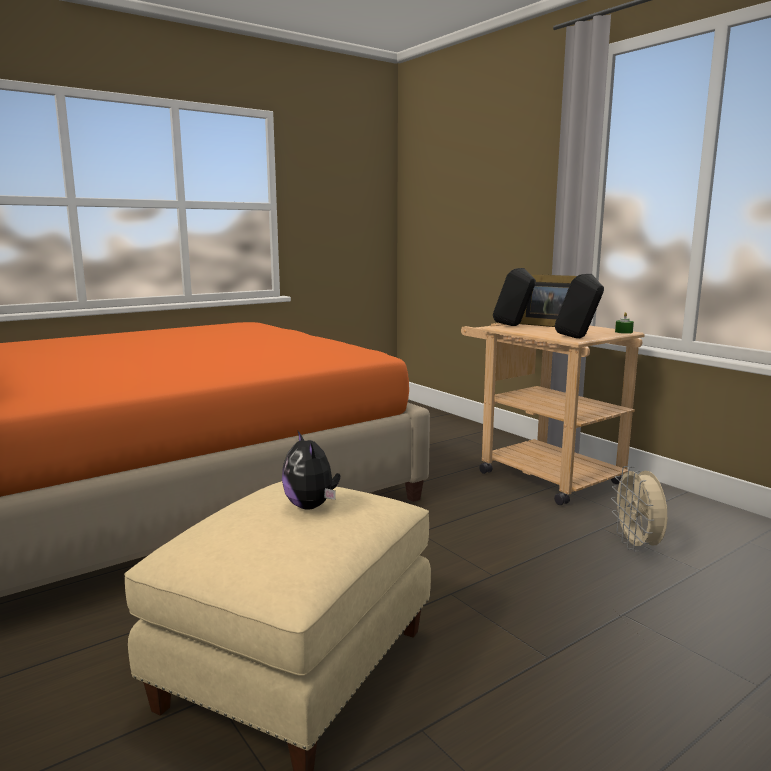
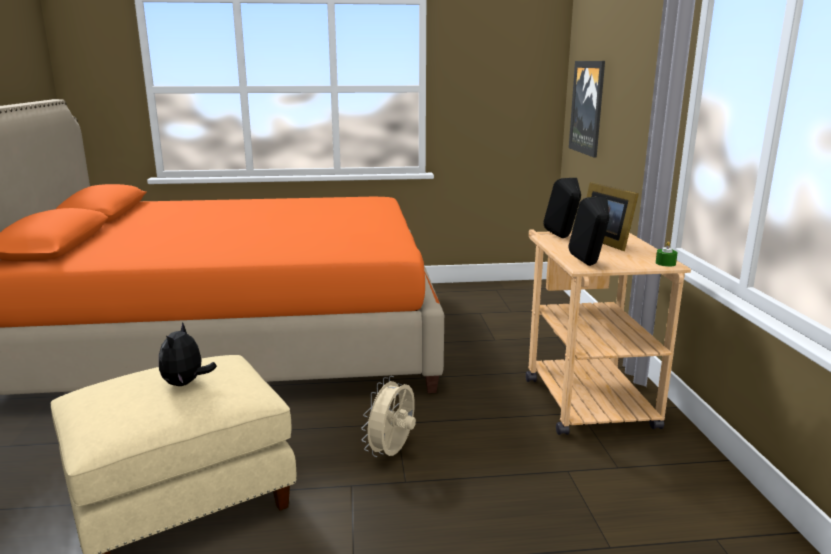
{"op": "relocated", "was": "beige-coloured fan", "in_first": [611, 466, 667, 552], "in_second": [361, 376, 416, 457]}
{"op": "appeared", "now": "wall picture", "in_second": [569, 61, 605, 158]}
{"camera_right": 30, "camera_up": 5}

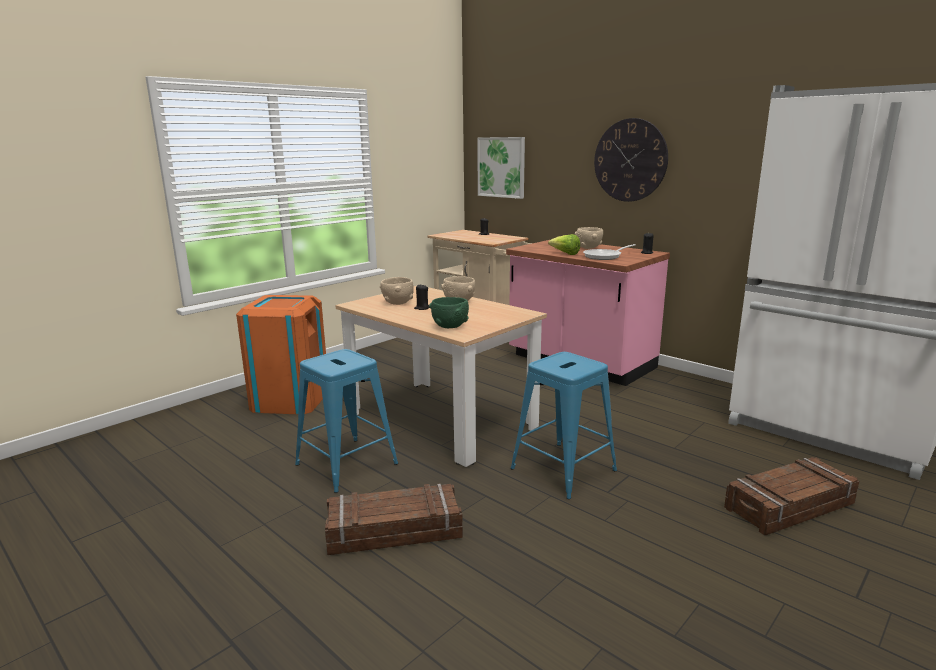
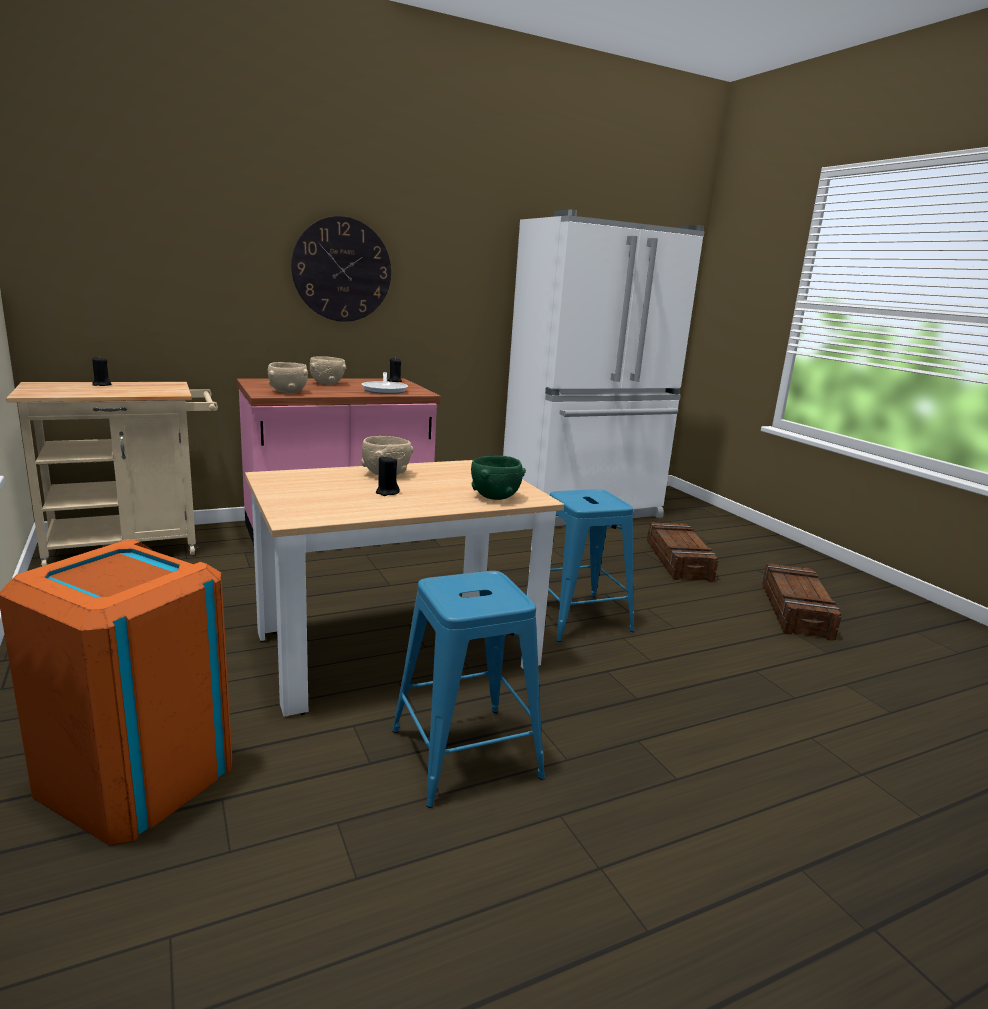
{"op": "relocated", "was": "crate", "in_first": [325, 483, 463, 555], "in_second": [762, 563, 841, 641]}
{"op": "relocated", "was": "beige-coloured serving bowl", "in_first": [380, 277, 414, 305], "in_second": [268, 362, 308, 393]}
{"op": "missing", "was": "wall picture", "in_first": [477, 137, 525, 199]}
{"op": "missing", "was": "lettuce head", "in_first": [548, 234, 580, 255]}
{"camera_right": -70, "camera_up": 0}

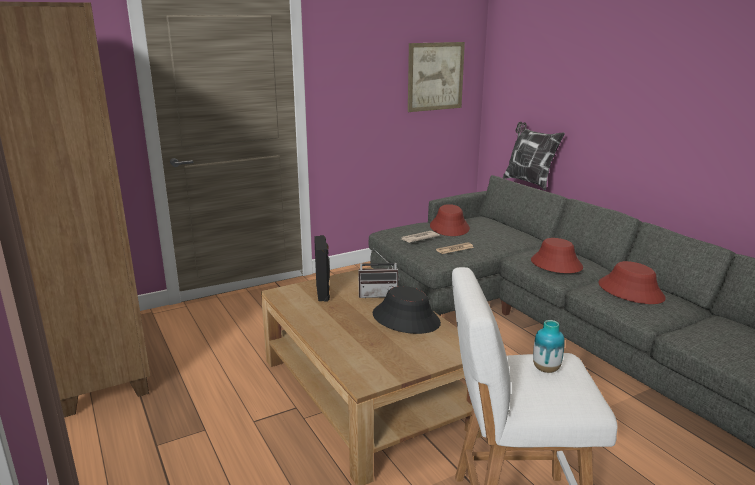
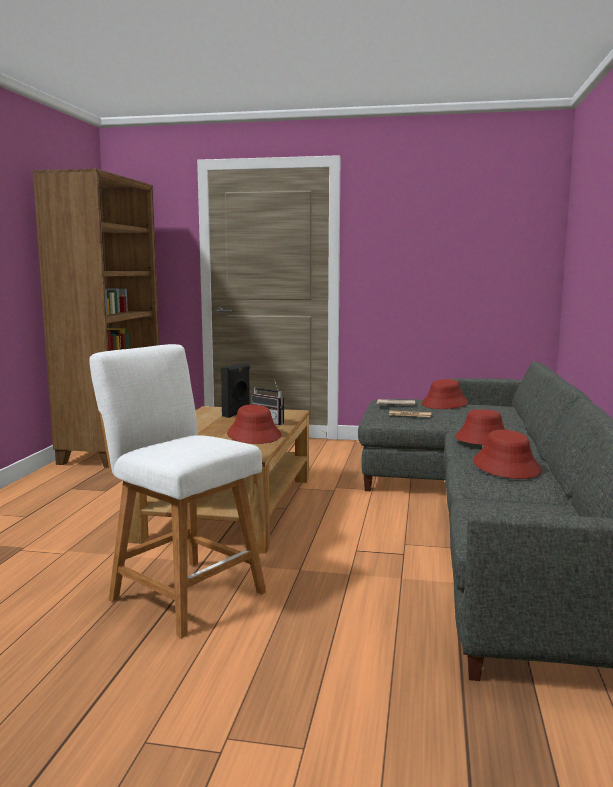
{"op": "colour", "was": "blackish hat", "now": "red hat", "in_first": [373, 286, 441, 334], "in_second": [227, 405, 282, 444]}
{"op": "missing", "was": "wall picture", "in_first": [408, 42, 465, 112]}
{"op": "missing", "was": "throw pillow", "in_first": [503, 122, 565, 190]}
{"op": "missing", "was": "vase", "in_first": [533, 320, 565, 373]}
{"camera_right": 40, "camera_up": -10}

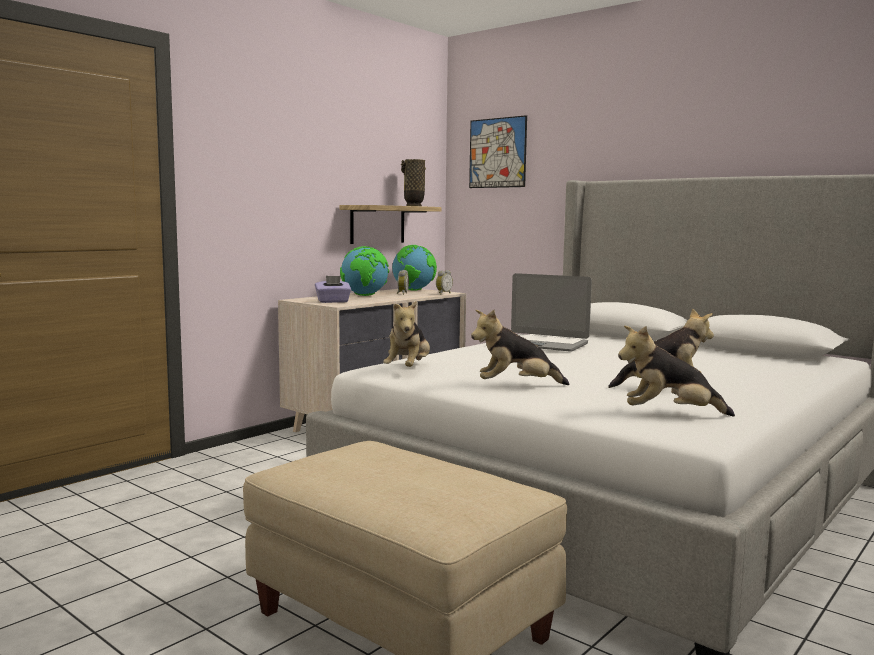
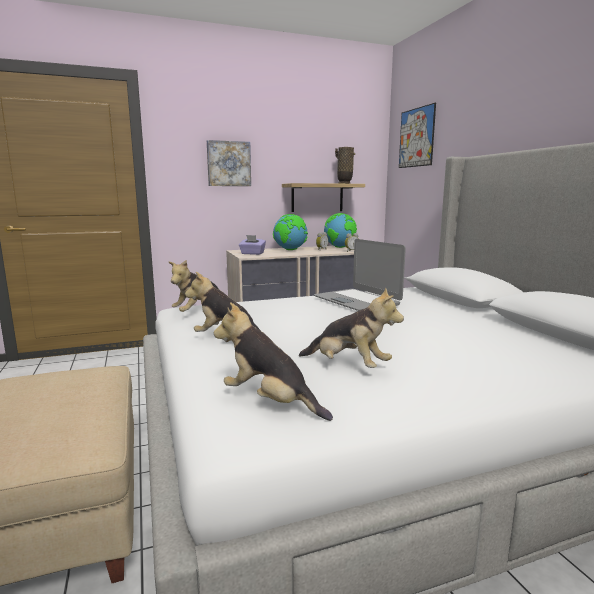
{"op": "appeared", "now": "wall picture", "in_second": [207, 140, 251, 186]}
{"camera_right": 30, "camera_up": 5}

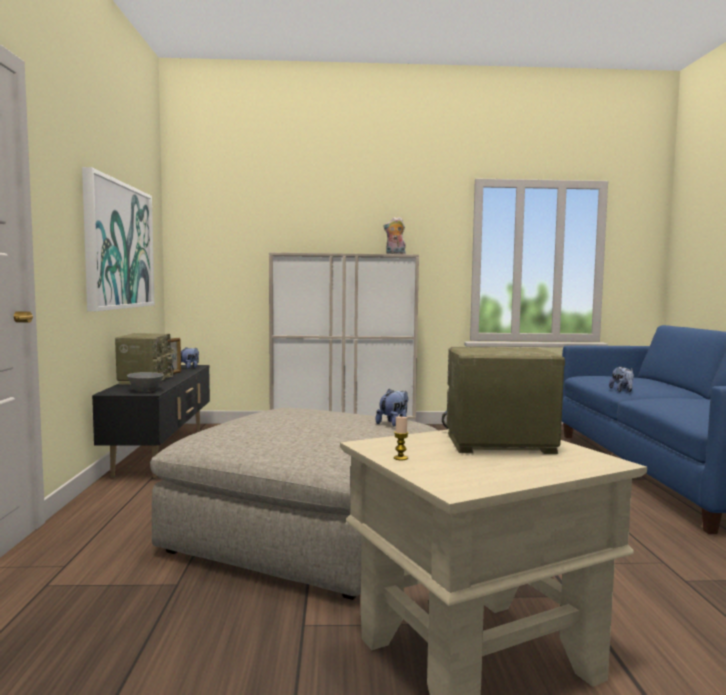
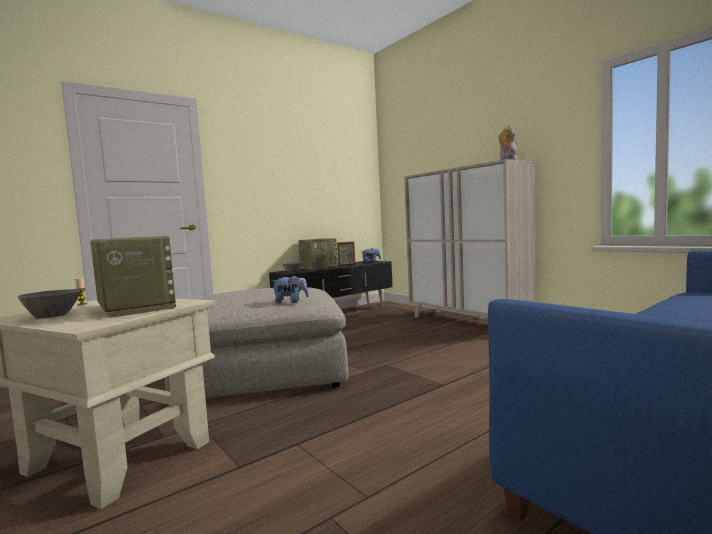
{"op": "missing", "was": "wall picture", "in_first": [82, 167, 155, 311]}
{"op": "missing", "was": "cuddly toy", "in_first": [609, 367, 634, 392]}
{"op": "appeared", "now": "grey serving bowl", "in_second": [18, 289, 81, 319]}
{"camera_right": 55, "camera_up": 0}

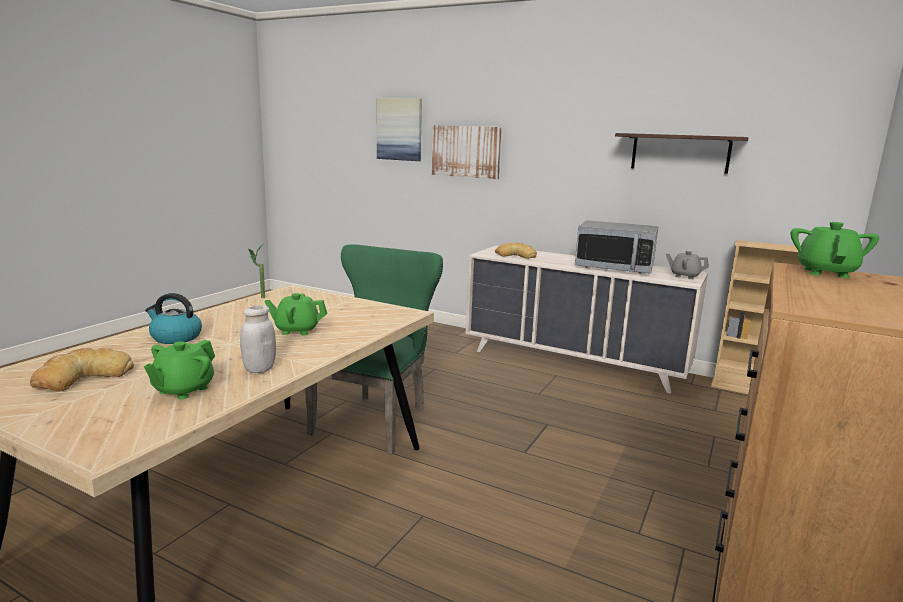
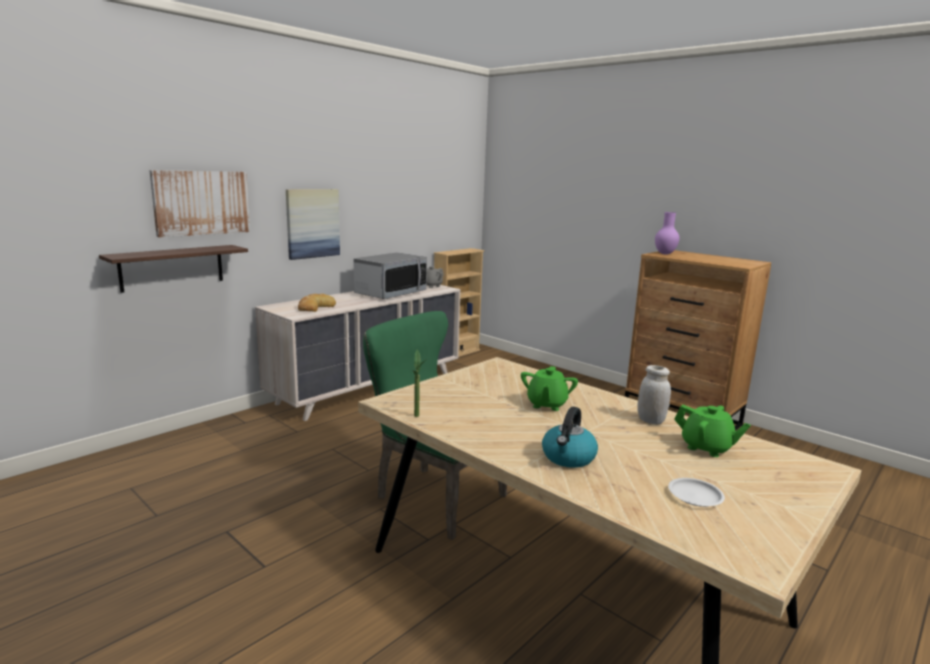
{"op": "exchanged", "was": "baked bread", "now": "white dinner plate", "in_first": [30, 347, 134, 392], "in_second": [668, 478, 725, 507]}
{"op": "relocated", "was": "wall picture", "in_first": [377, 98, 422, 161], "in_second": [286, 189, 340, 260]}
{"op": "relocated", "was": "shelf", "in_first": [615, 133, 748, 174], "in_second": [99, 245, 248, 293]}
{"op": "exchanged", "was": "green pot for tea", "now": "purple-coloured vase", "in_first": [790, 222, 879, 278], "in_second": [655, 212, 679, 254]}
{"camera_right": -75, "camera_up": 0}

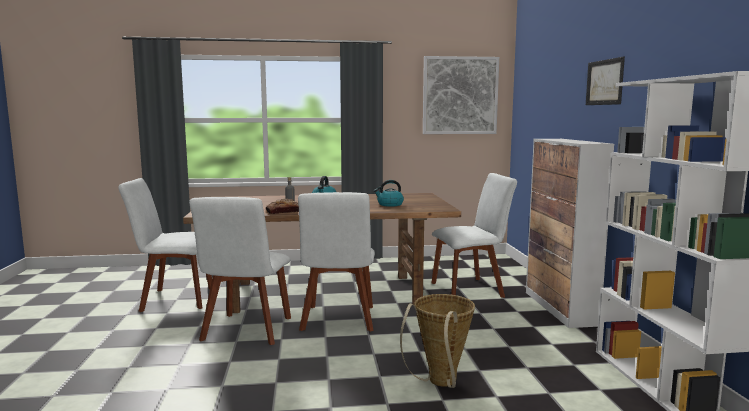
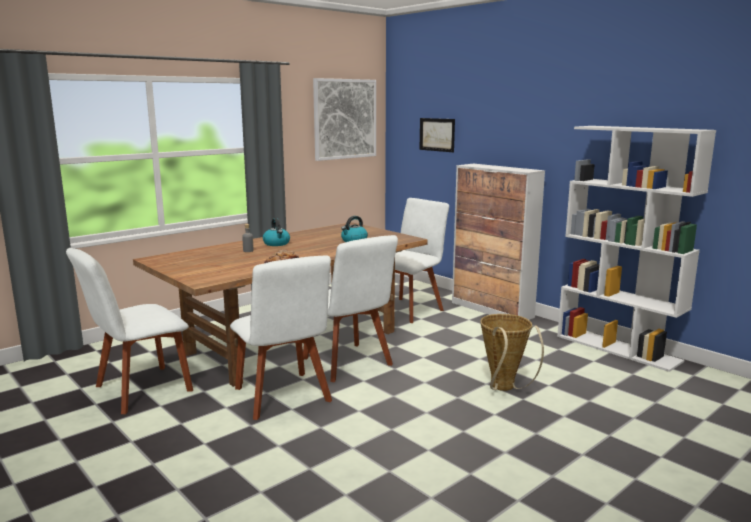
{"op": "relocated", "was": "wall picture", "in_first": [586, 57, 625, 105], "in_second": [419, 118, 455, 152]}
{"camera_right": -35, "camera_up": 5}

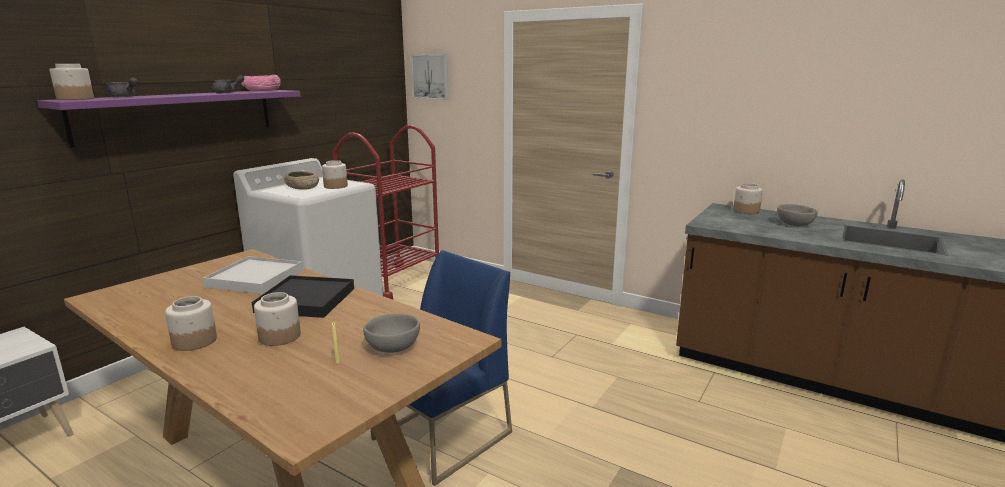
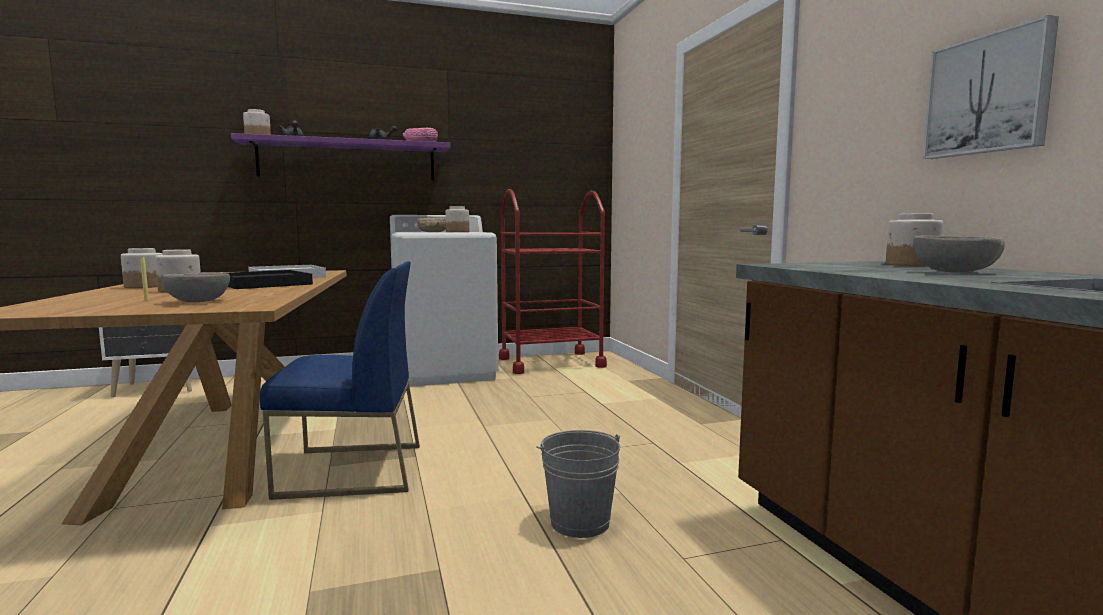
{"op": "relocated", "was": "wall picture", "in_first": [411, 55, 449, 100], "in_second": [923, 15, 1059, 159]}
{"op": "appeared", "now": "grey water bucket", "in_second": [536, 430, 620, 538]}
{"camera_right": 40, "camera_up": -10}

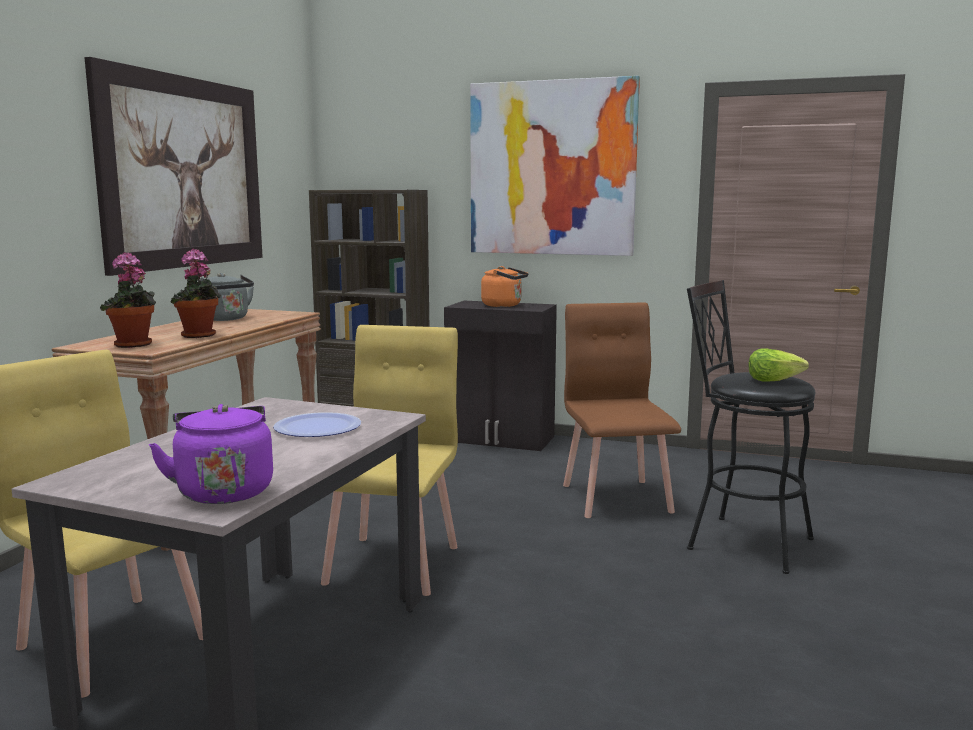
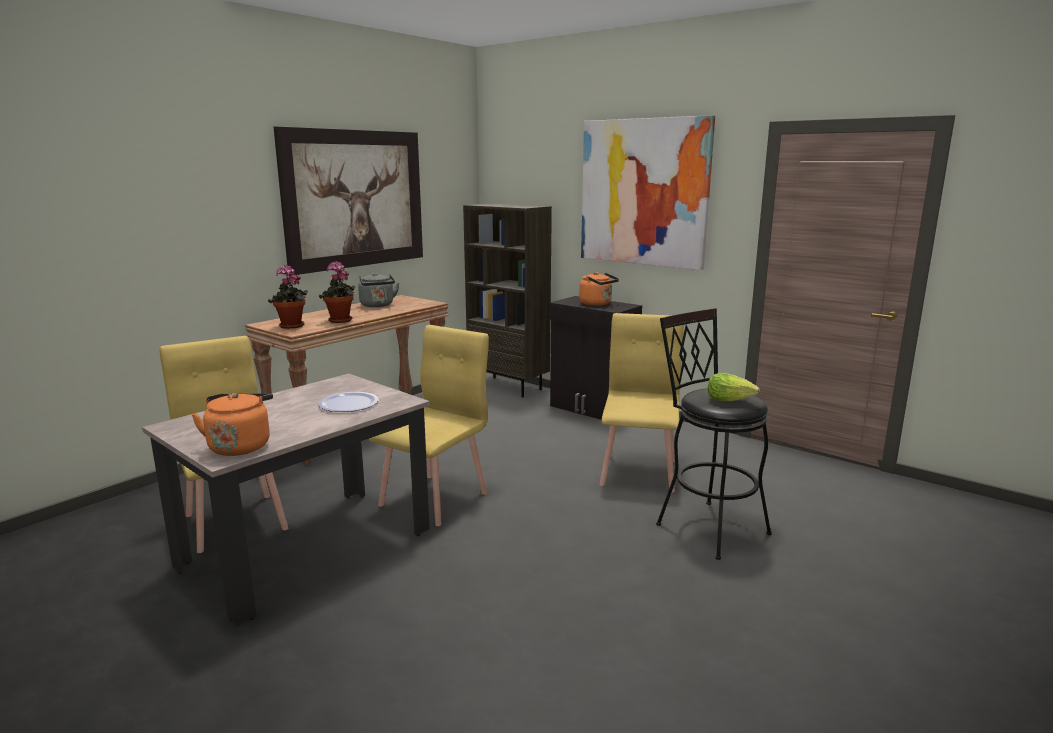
{"op": "colour", "was": "purple-coloured water kettle", "now": "orange-coloured water kettle", "in_first": [149, 404, 273, 504], "in_second": [191, 393, 273, 456]}
{"op": "colour", "was": "brownish upright chair", "now": "yellowish upright chair", "in_first": [563, 303, 681, 518], "in_second": [599, 313, 684, 493]}
{"camera_right": 20, "camera_up": 5}

